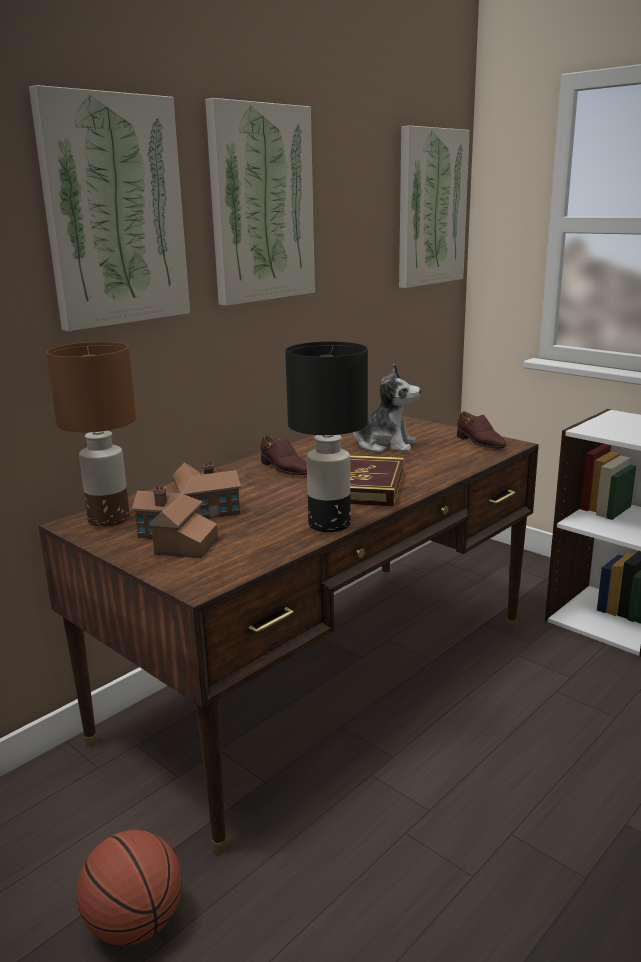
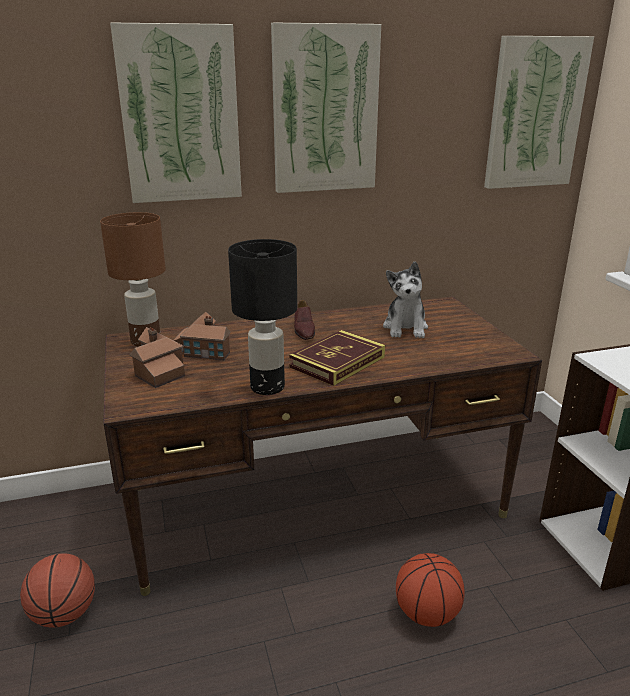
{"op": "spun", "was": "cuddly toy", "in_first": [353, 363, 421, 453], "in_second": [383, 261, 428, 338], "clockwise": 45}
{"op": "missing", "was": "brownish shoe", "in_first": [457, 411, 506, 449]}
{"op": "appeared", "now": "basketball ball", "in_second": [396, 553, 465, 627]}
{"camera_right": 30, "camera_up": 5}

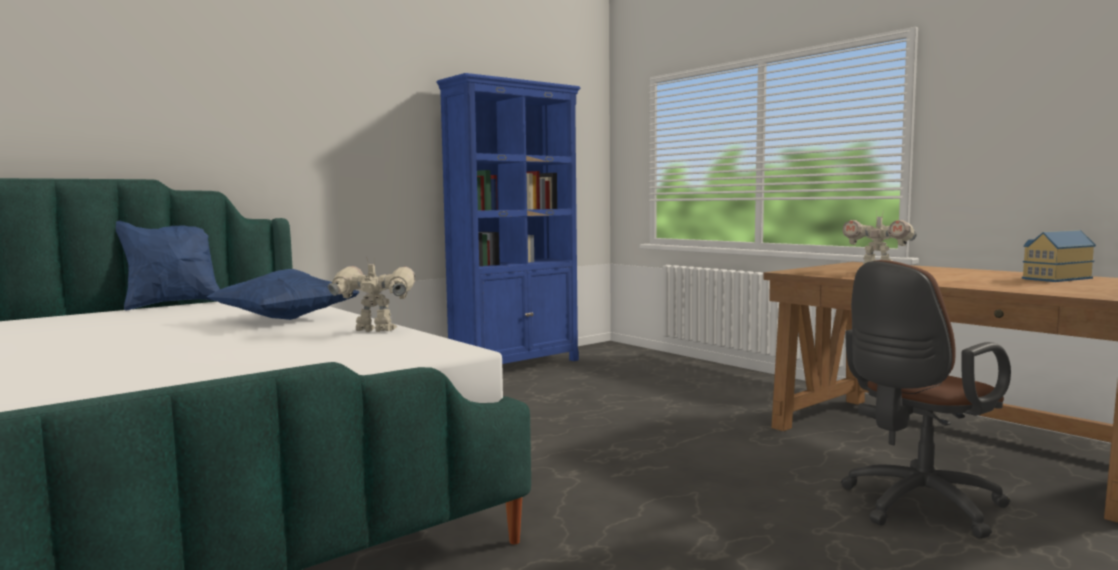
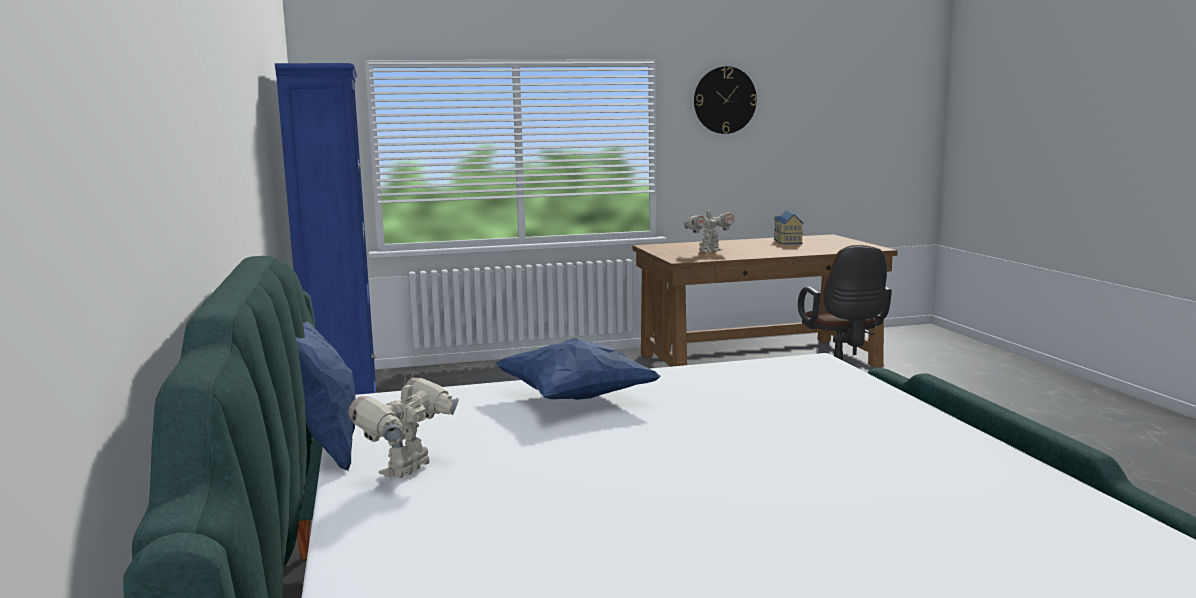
{"op": "relocated", "was": "model robot", "in_first": [328, 257, 415, 332], "in_second": [348, 375, 459, 478]}
{"op": "appeared", "now": "clock on the wall", "in_second": [694, 66, 757, 134]}
{"camera_right": -65, "camera_up": 5}

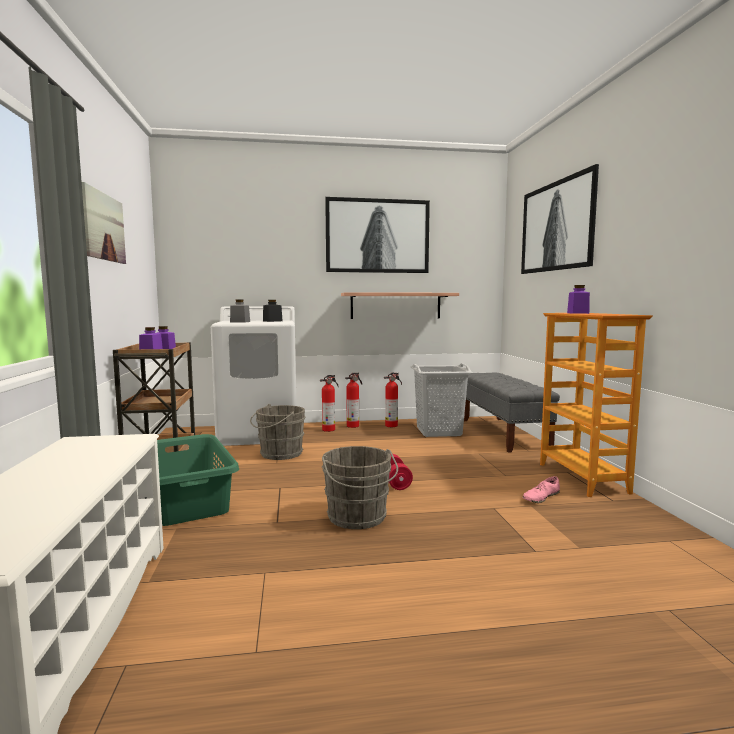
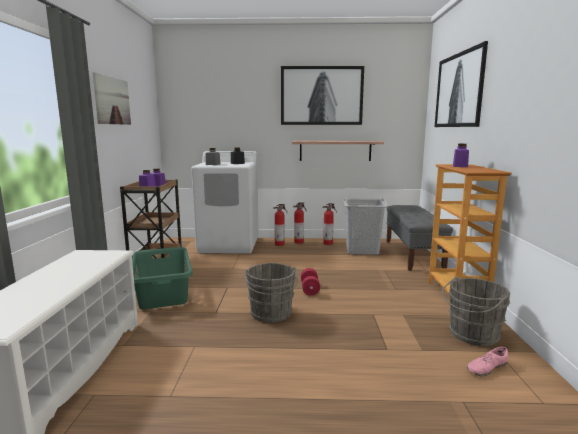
{"op": "relocated", "was": "grey water bucket", "in_first": [250, 404, 306, 460], "in_second": [441, 276, 510, 346]}
{"op": "relocated", "was": "pink-coloured shoe", "in_first": [522, 476, 560, 503], "in_second": [467, 347, 508, 376]}
{"camera_right": 10, "camera_up": 5}

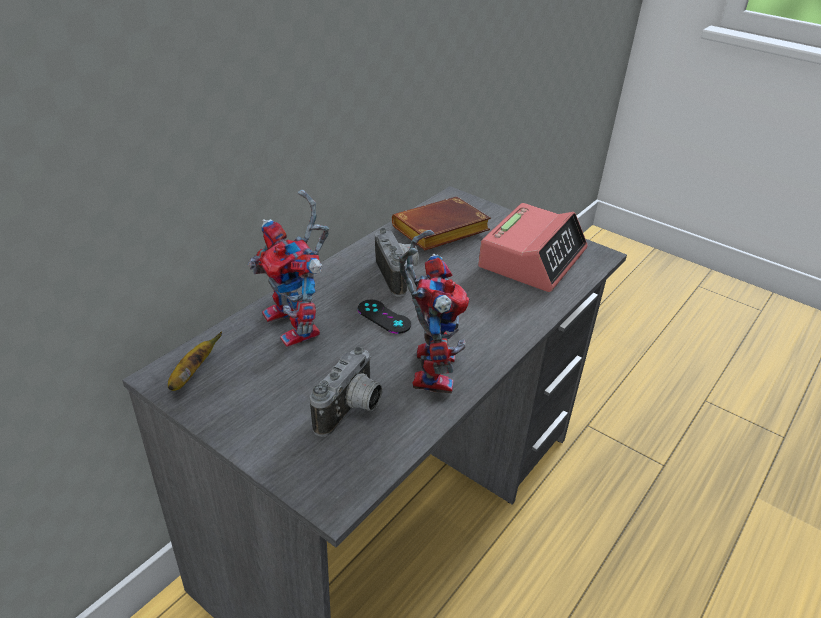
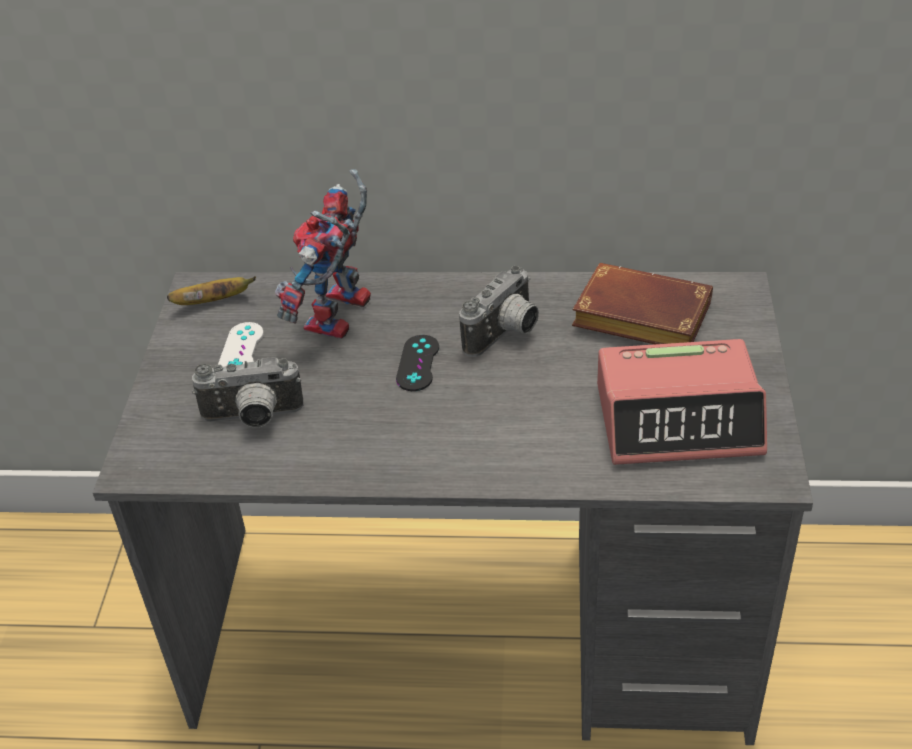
{"op": "missing", "was": "model robot", "in_first": [399, 230, 469, 394]}
{"op": "appeared", "now": "white gamepad", "in_second": [218, 322, 264, 367]}
{"camera_right": 60, "camera_up": 5}

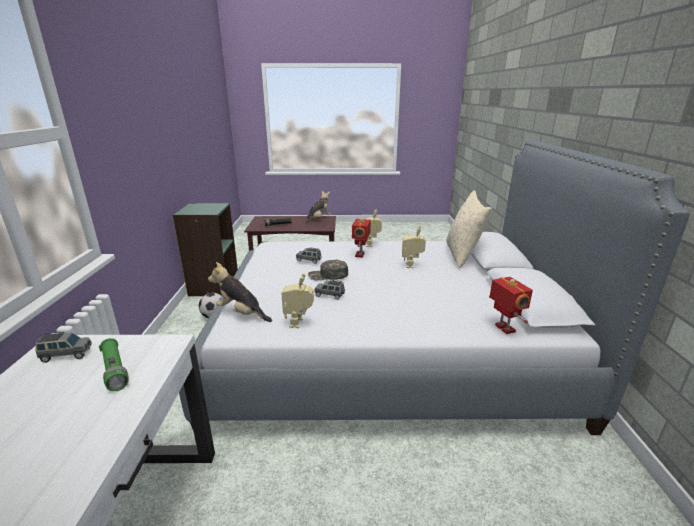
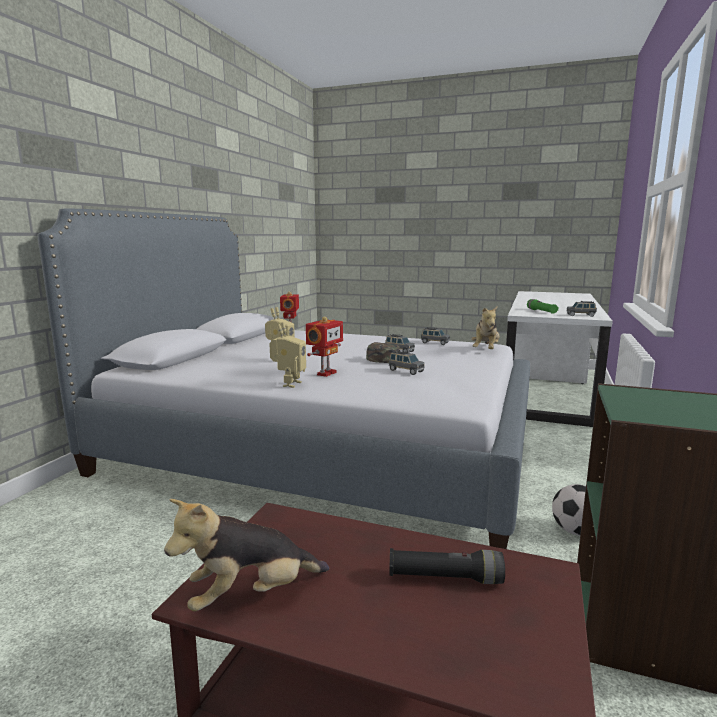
{"op": "spun", "was": "cuddly toy", "in_first": [208, 262, 272, 322], "in_second": [471, 306, 499, 349], "clockwise": 60}
{"op": "exchanged", "was": "model robot", "now": "grey toy car", "in_first": [281, 273, 314, 328], "in_second": [421, 327, 450, 345]}
{"op": "missing", "was": "beige-coloured throw pillow", "in_first": [446, 190, 492, 268]}
{"camera_right": -160, "camera_up": -10}

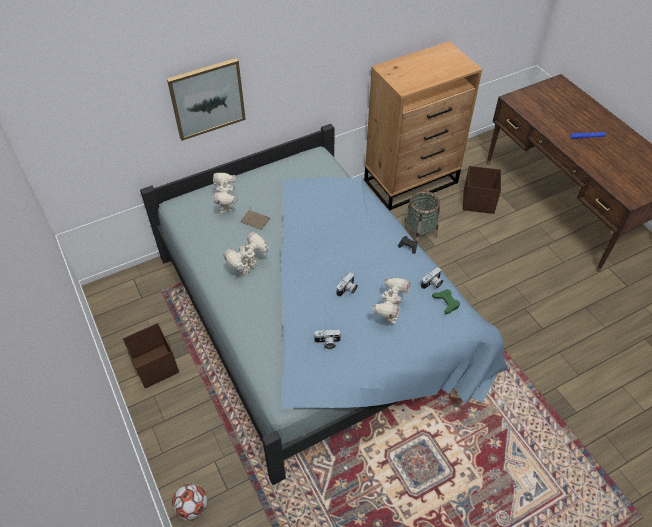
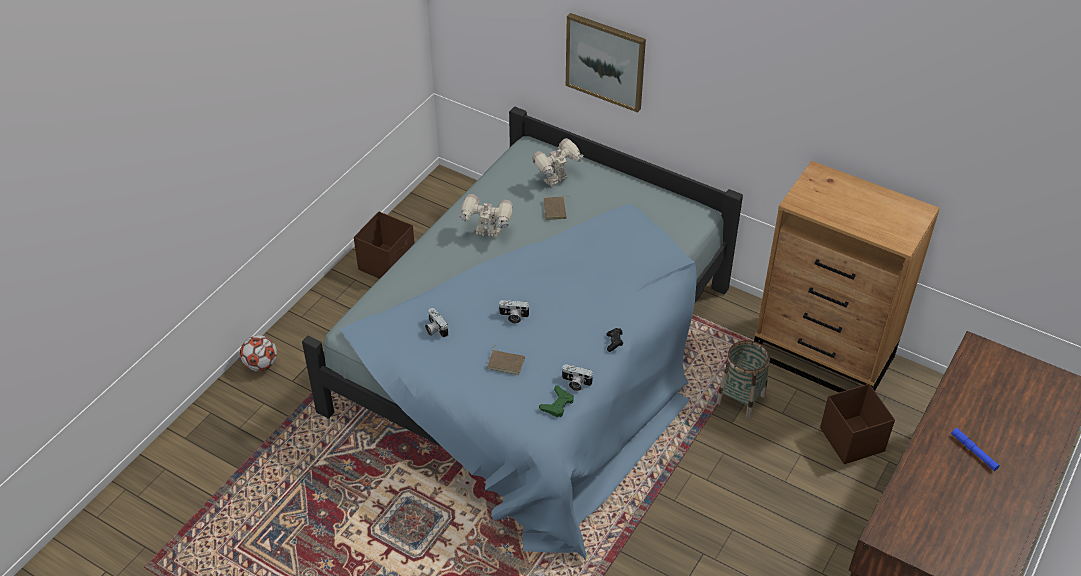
{"op": "exchanged", "was": "model robot", "now": "brownish bound book", "in_first": [372, 277, 411, 324], "in_second": [487, 346, 525, 375]}
{"camera_right": 60, "camera_up": -5}

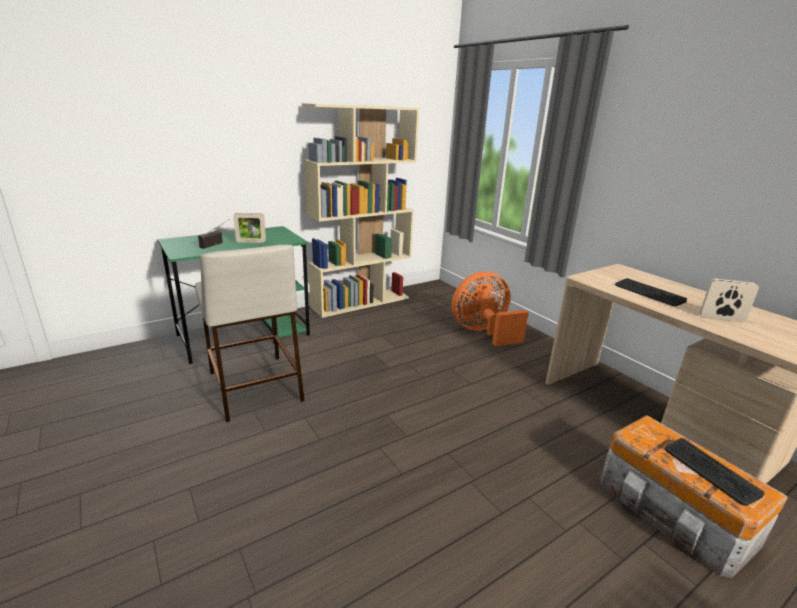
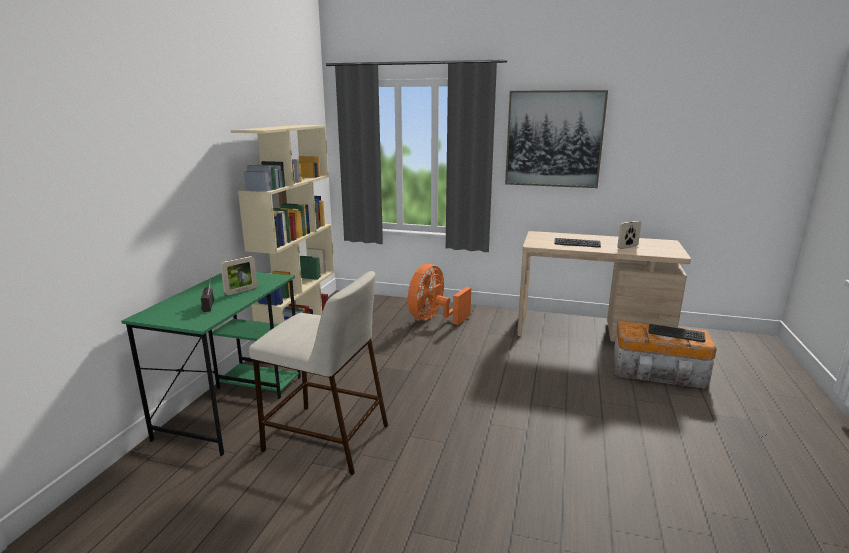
{"op": "appeared", "now": "wall picture", "in_second": [505, 90, 608, 188]}
{"camera_right": -40, "camera_up": -5}

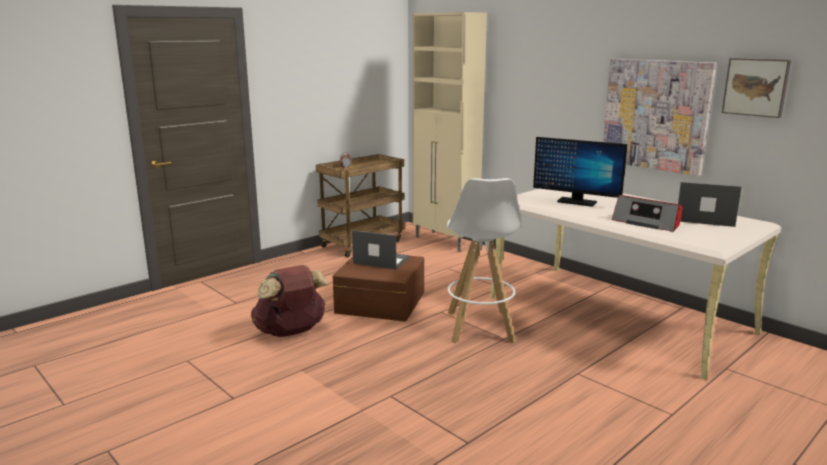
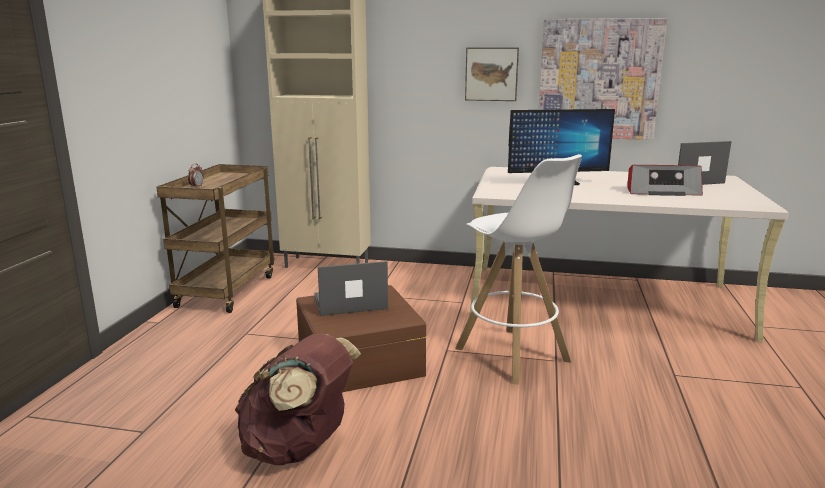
{"op": "relocated", "was": "wall picture", "in_first": [722, 58, 791, 118], "in_second": [465, 48, 519, 101]}
{"camera_right": -35, "camera_up": 0}

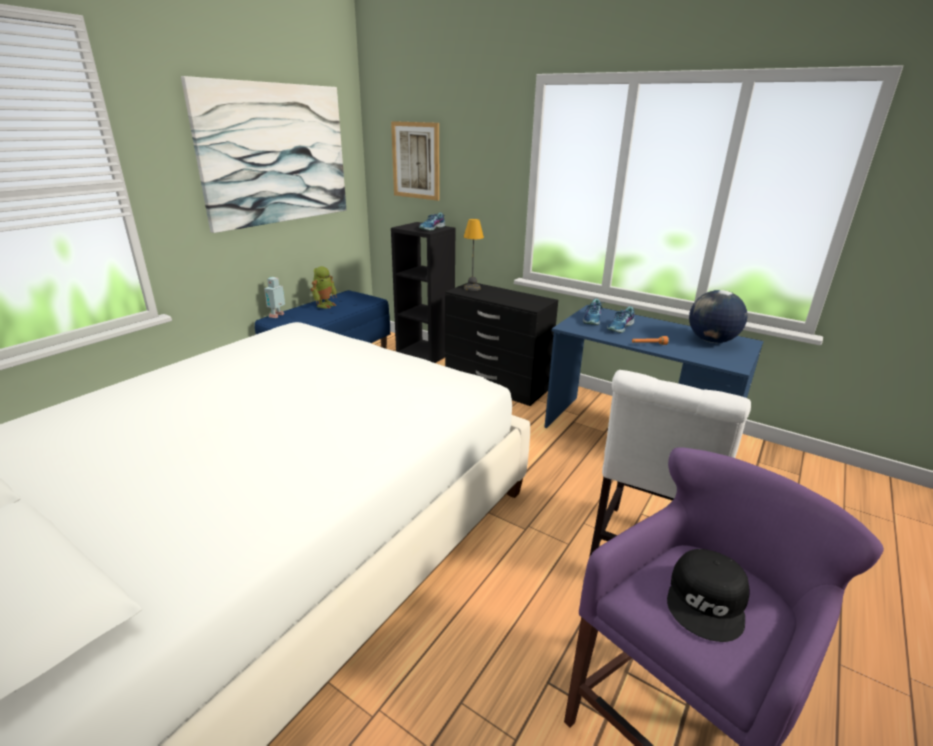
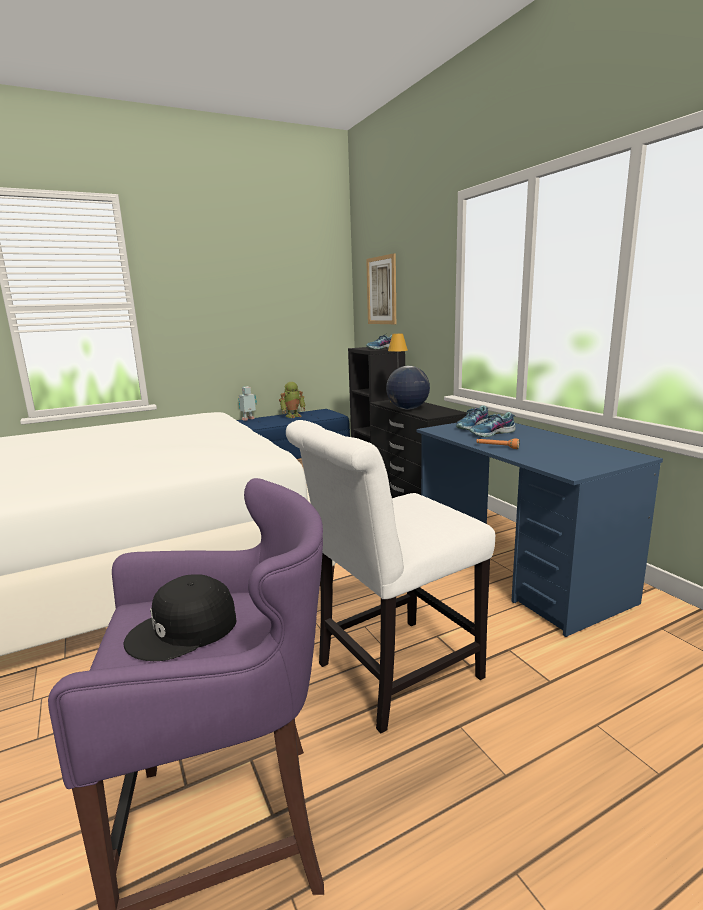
{"op": "missing", "was": "wall picture", "in_first": [181, 76, 346, 233]}
{"op": "relocated", "was": "desk globe", "in_first": [689, 290, 748, 343], "in_second": [386, 366, 430, 410]}
{"camera_right": 30, "camera_up": -10}

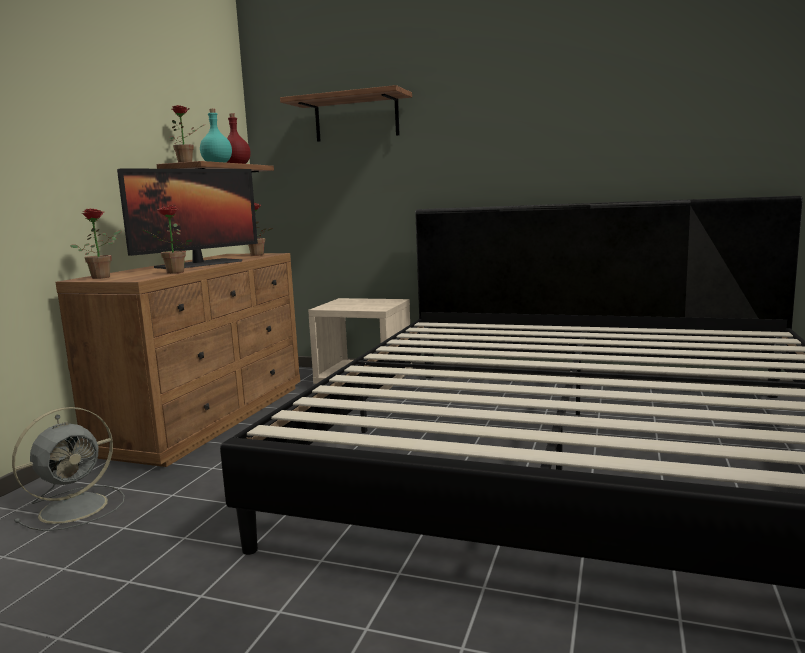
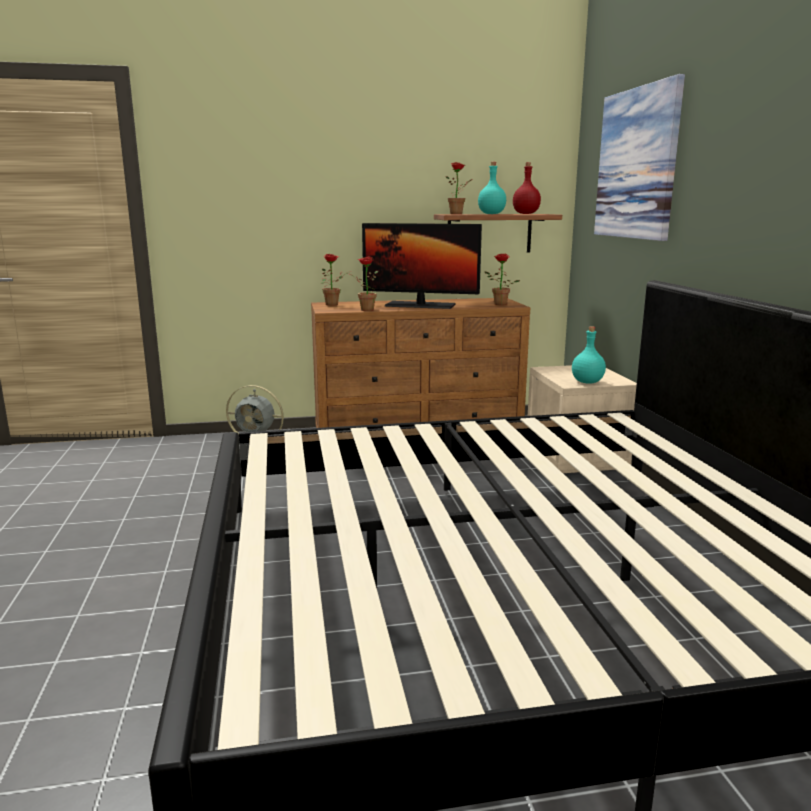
{"op": "exchanged", "was": "shelf", "now": "wall picture", "in_first": [280, 85, 412, 142], "in_second": [594, 74, 685, 241]}
{"op": "appeared", "now": "blue-green drink bottle", "in_second": [572, 326, 606, 384]}
{"camera_right": 60, "camera_up": 5}

